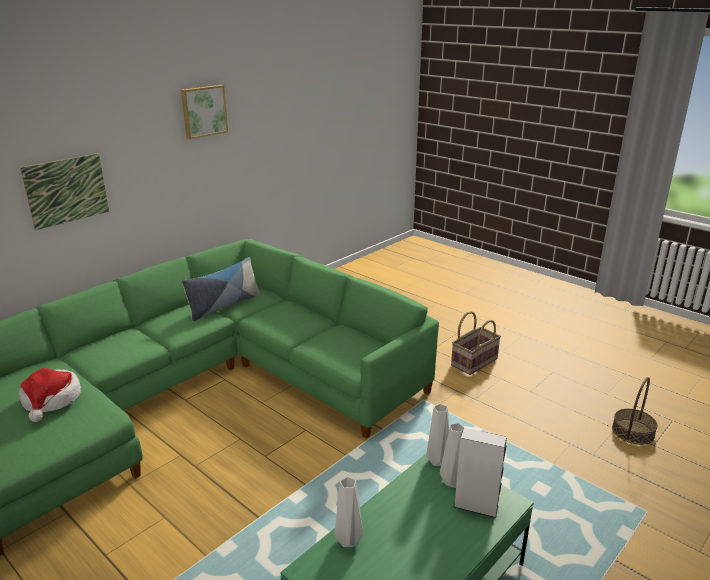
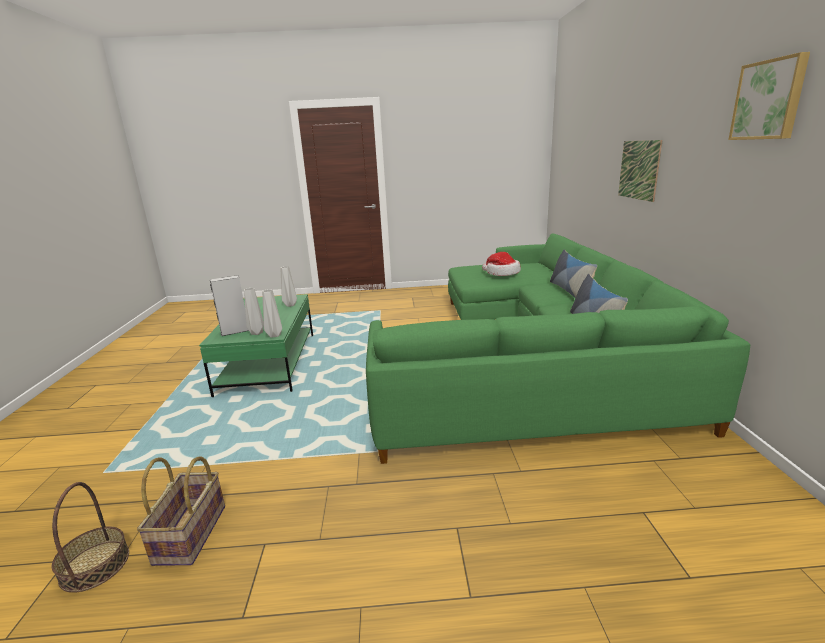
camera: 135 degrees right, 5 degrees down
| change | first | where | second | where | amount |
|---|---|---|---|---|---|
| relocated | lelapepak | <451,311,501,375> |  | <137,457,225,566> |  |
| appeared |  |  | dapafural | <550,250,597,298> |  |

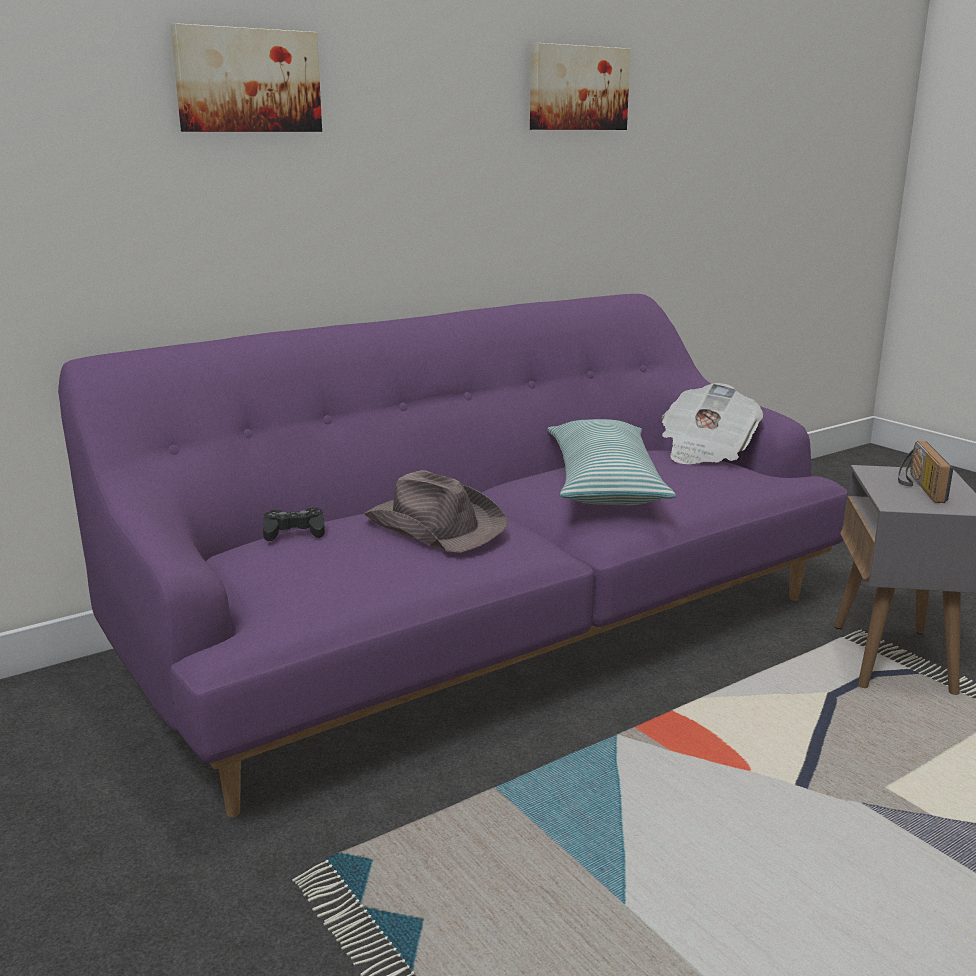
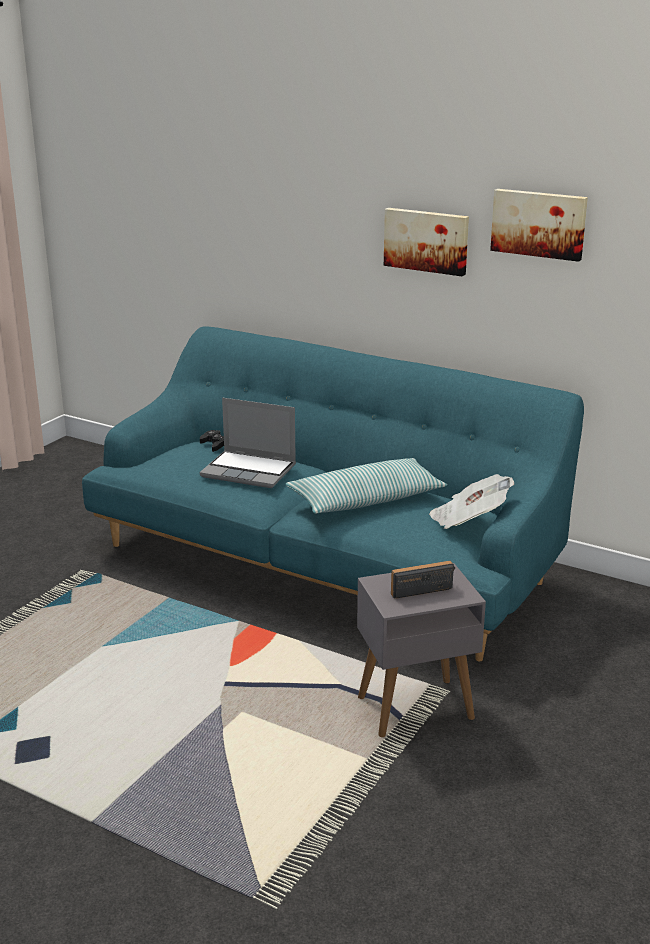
camera: 65 degrees right, 5 degrees up
| change | first | where | second | where | amount |
|---|---|---|---|---|---|
| colour | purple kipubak | <58,294,847,817> | turquoise kipubak | <82,326,584,661> |  |
| exchanged | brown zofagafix | <364,470,507,553> | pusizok | <200,397,296,488> |  |
| relocated | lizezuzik | <170,23,322,132> |  | <384,208,469,276> |  |

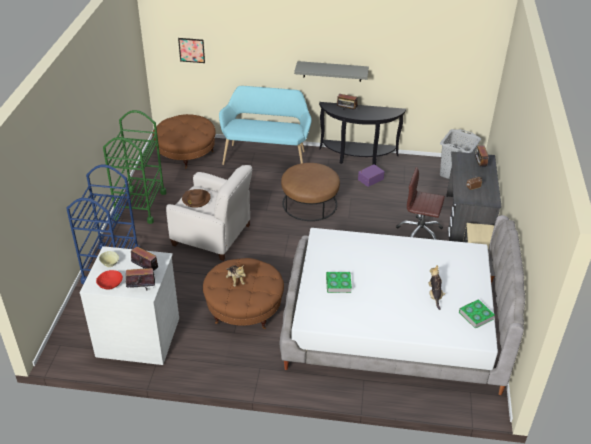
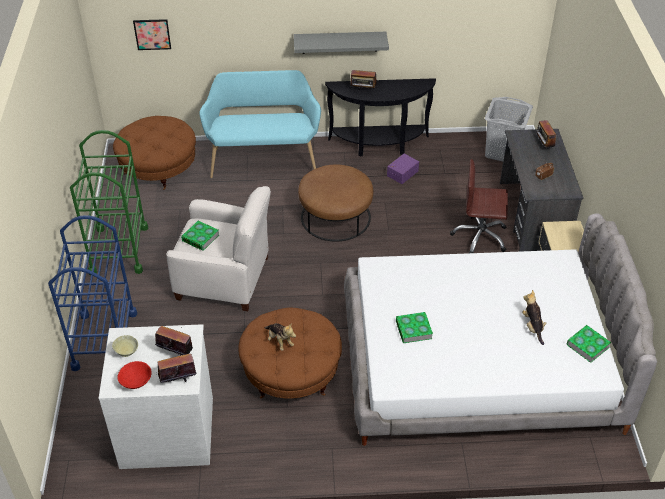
camera: 10 degrees left, 5 degrees up
| change | first | where | second | where | amount |
|---|---|---|---|---|---|
| exchanged | brown zofagafix | <182,189,211,208> | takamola | <181,221,219,251> |  |

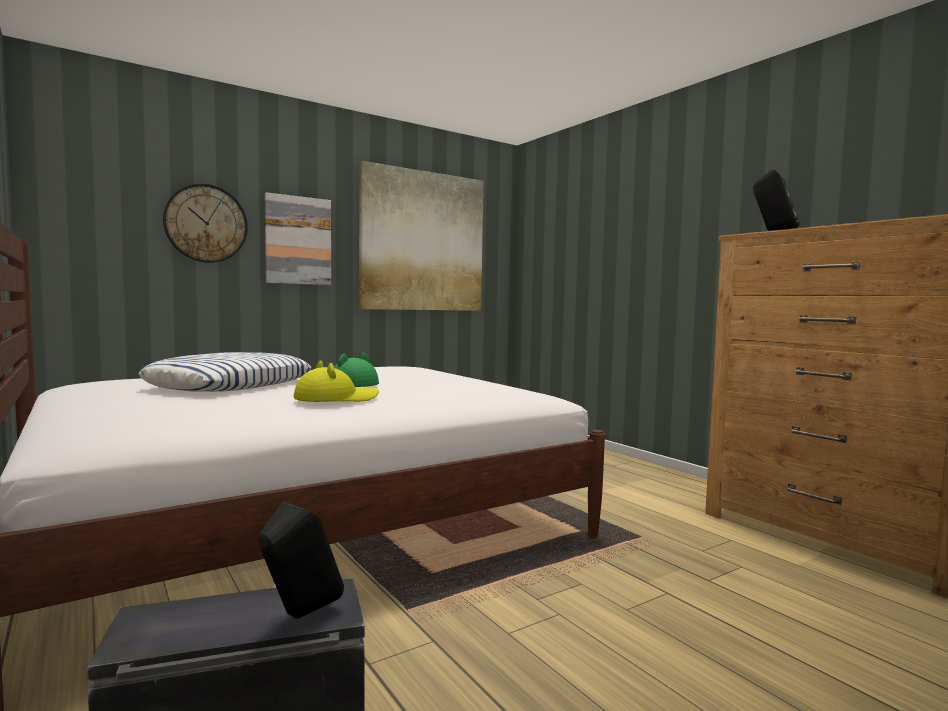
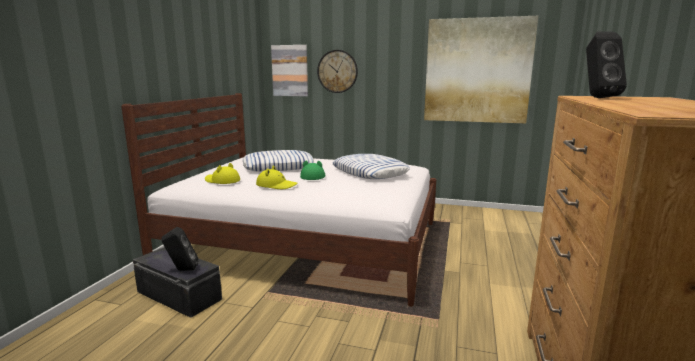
camera: 50 degrees right, 10 degrees up
| change | first | where | second | where | amount |
|---|---|---|---|---|---|
| appeared |  |  | yellow zofagafix | <205,163,240,184> |  |
| relocated | lizezuzik | <265,192,331,285> |  | <271,45,308,96> |  |
| appeared |  |  | dapafural | <332,154,410,179> |  |

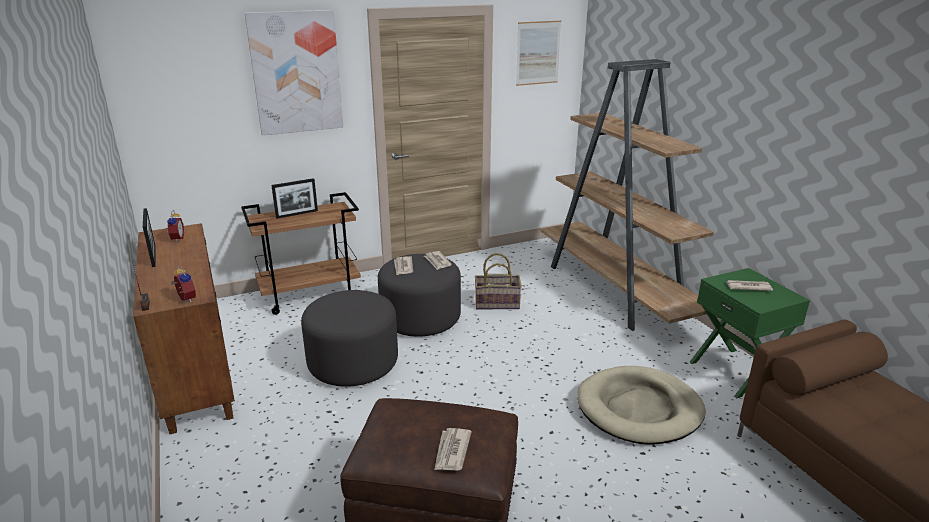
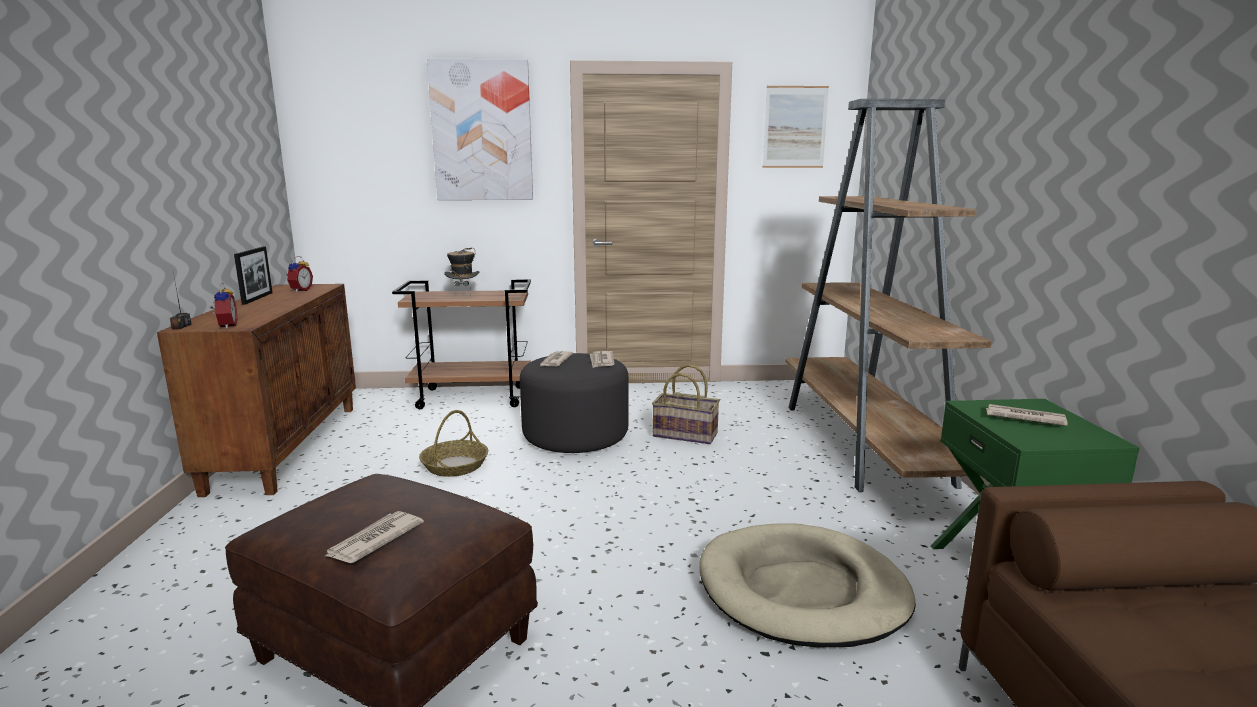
camera: 20 degrees right, 10 degrees down
| change | first | where | second | where | amount |
|---|---|---|---|---|---|
| exchanged | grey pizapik | <301,290,398,387> | lelapepak | <419,410,488,477> |  |
| exchanged | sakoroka | <271,178,318,219> | zofagafix | <444,247,479,296> |  |

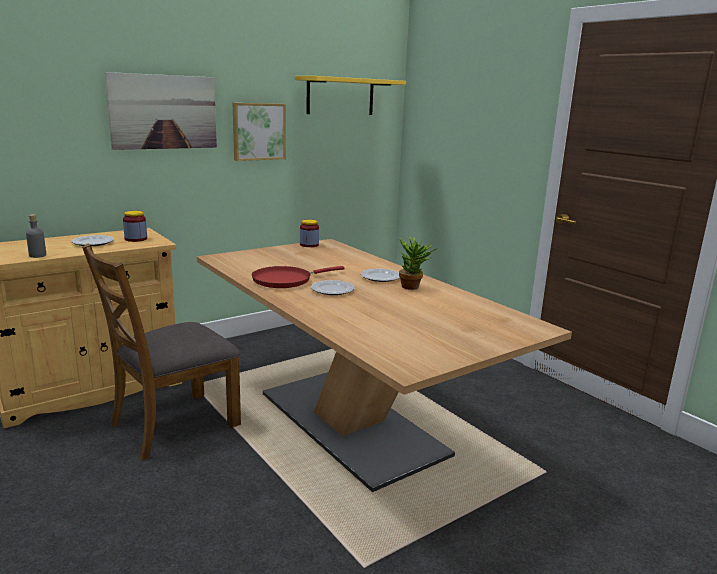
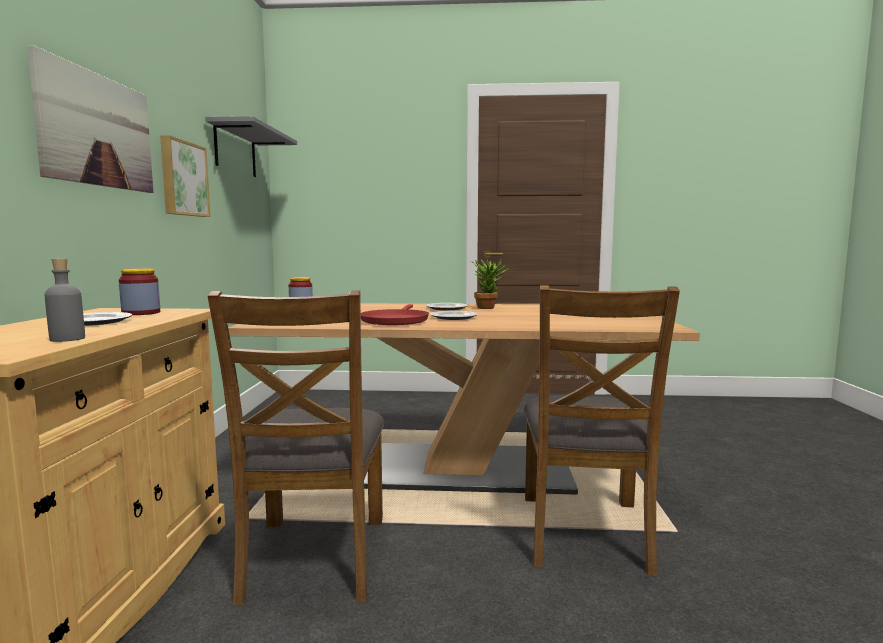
camera: 50 degrees left, 10 degrees down
| change | first | where | second | where | amount |
|---|---|---|---|---|---|
| colour | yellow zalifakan | <295,76,406,115> | grey zalifakan | <205,116,297,177> |  |
| appeared |  |  | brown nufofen | <524,285,680,575> |  |

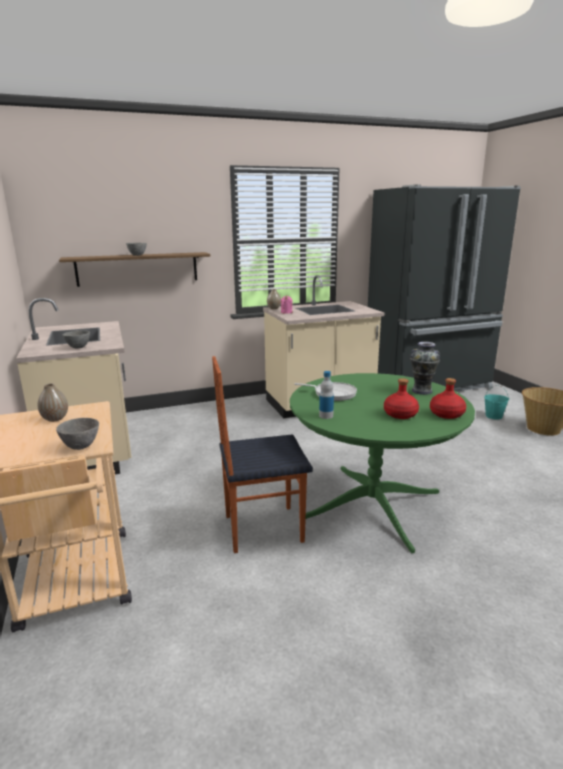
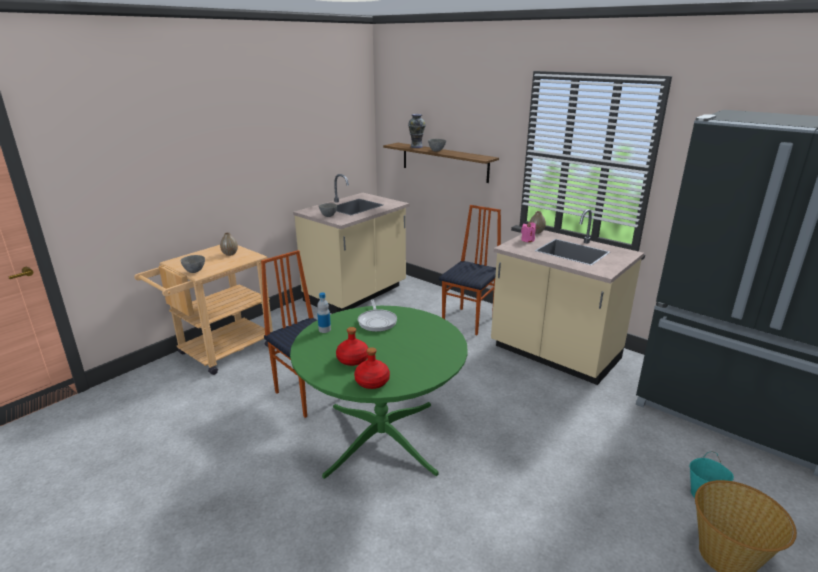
camera: 60 degrees right, 5 degrees up
| change | first | where | second | where | amount |
|---|---|---|---|---|---|
| relocated | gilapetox | <410,342,440,395> |  | <408,114,426,148> |  |
| appeared |  |  | nufofen | <439,205,501,335> |  |

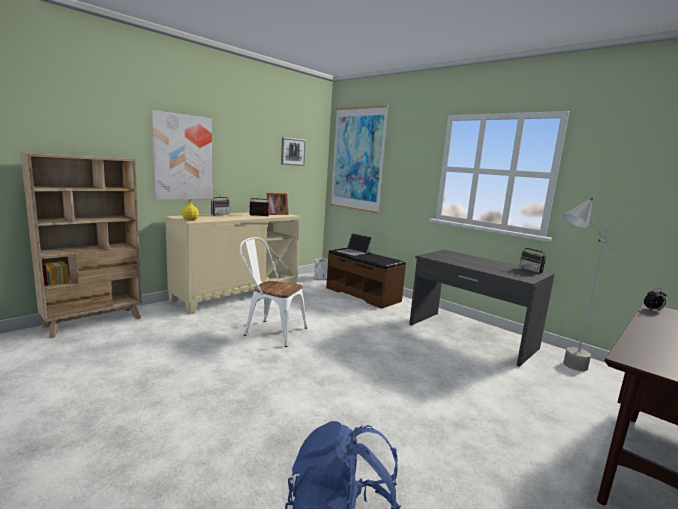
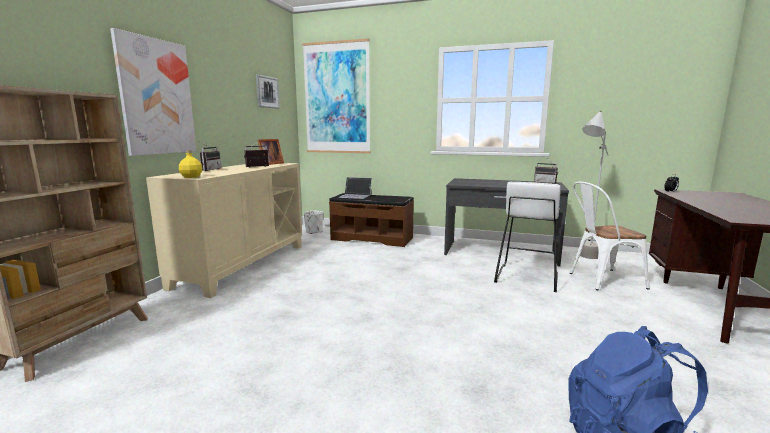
camera: 25 degrees left, 0 degrees up
| change | first | where | second | where | amount |
|---|---|---|---|---|---|
| appeared |  |  | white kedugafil | <494,182,561,292> |  |
| relocated | white nufofen | <239,237,307,347> |  | <569,182,650,290> |  |

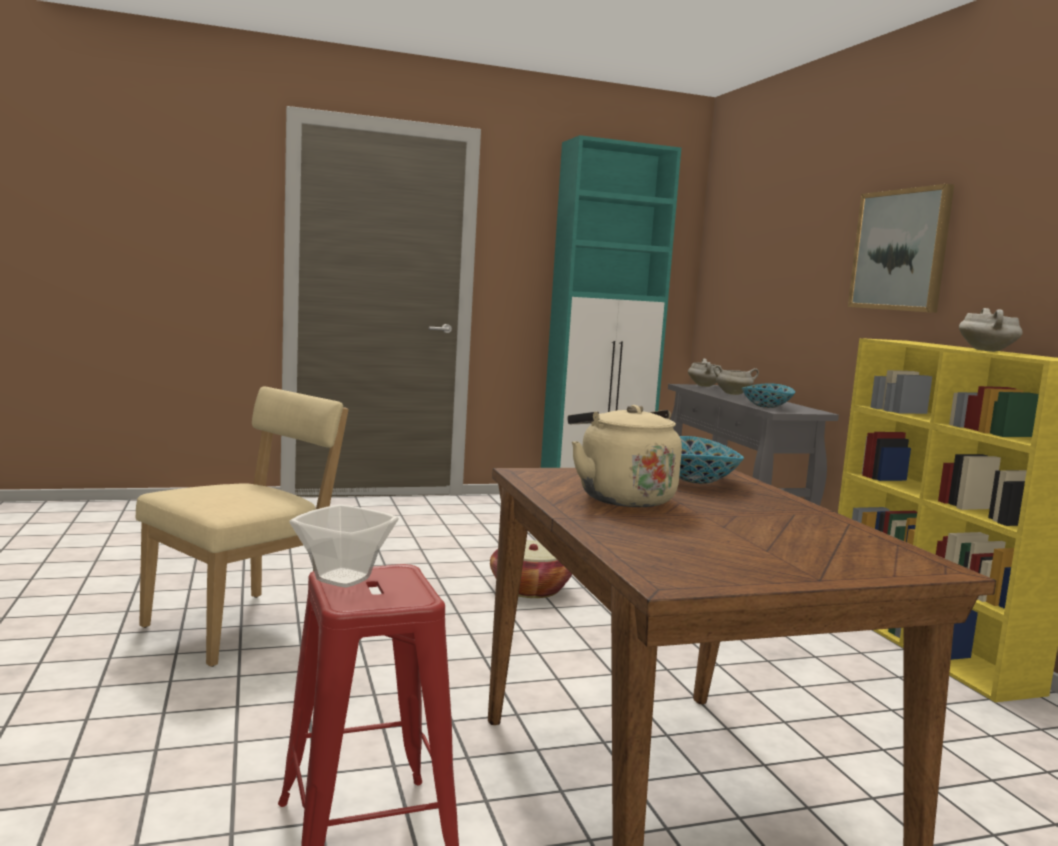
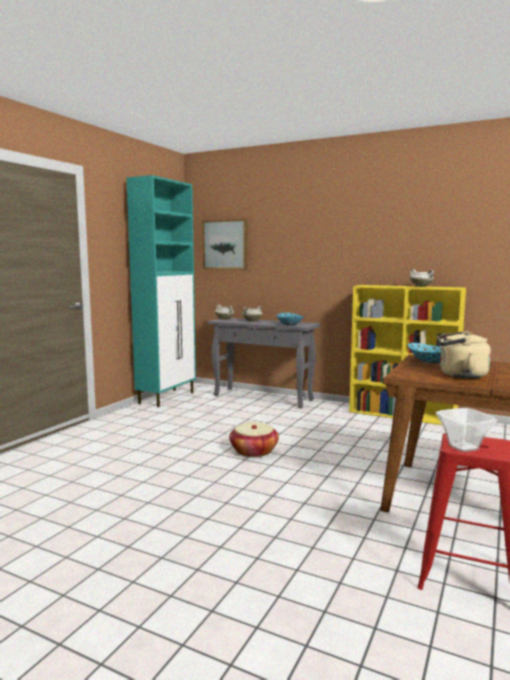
camera: 45 degrees left, 0 degrees up
| change | first | where | second | where | amount |
|---|---|---|---|---|---|
| relocated | lizezuzik | <848,184,954,313> |  | <202,219,247,270> |  |
| missing | beige nufofen | <135,386,349,667> |  |  |  |

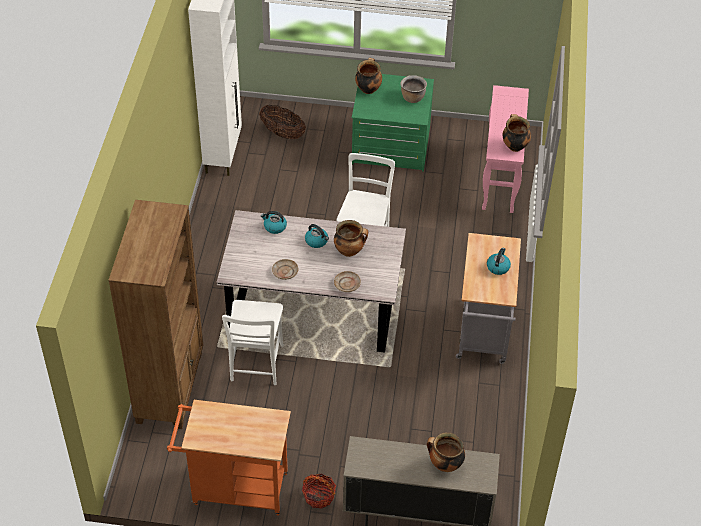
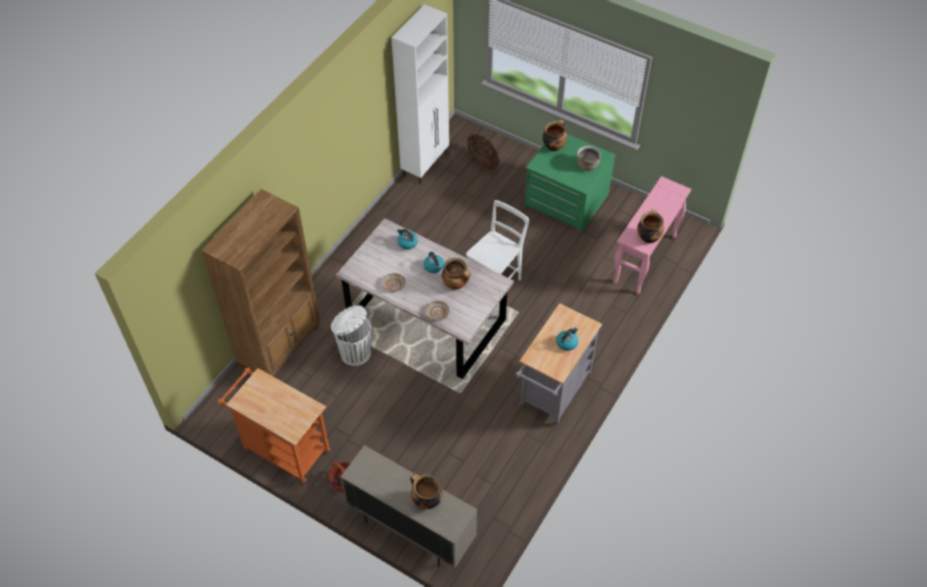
camera: 25 degrees right, 5 degrees up
| change | first | where | second | where | amount |
|---|---|---|---|---|---|
| exchanged | white nufofen | <222,300,284,385> | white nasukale | <331,305,371,366> |  |

